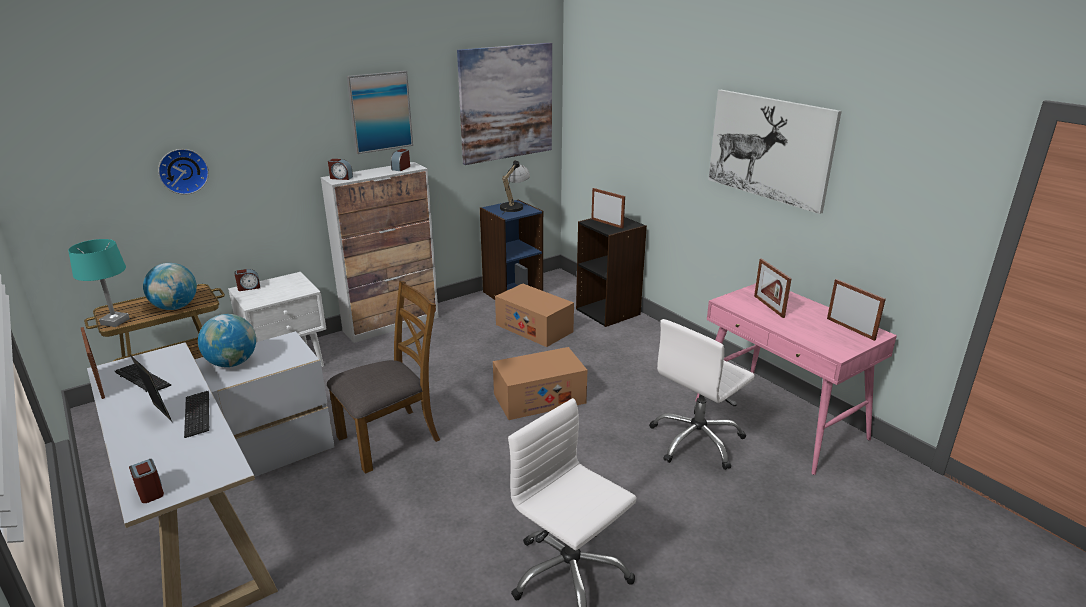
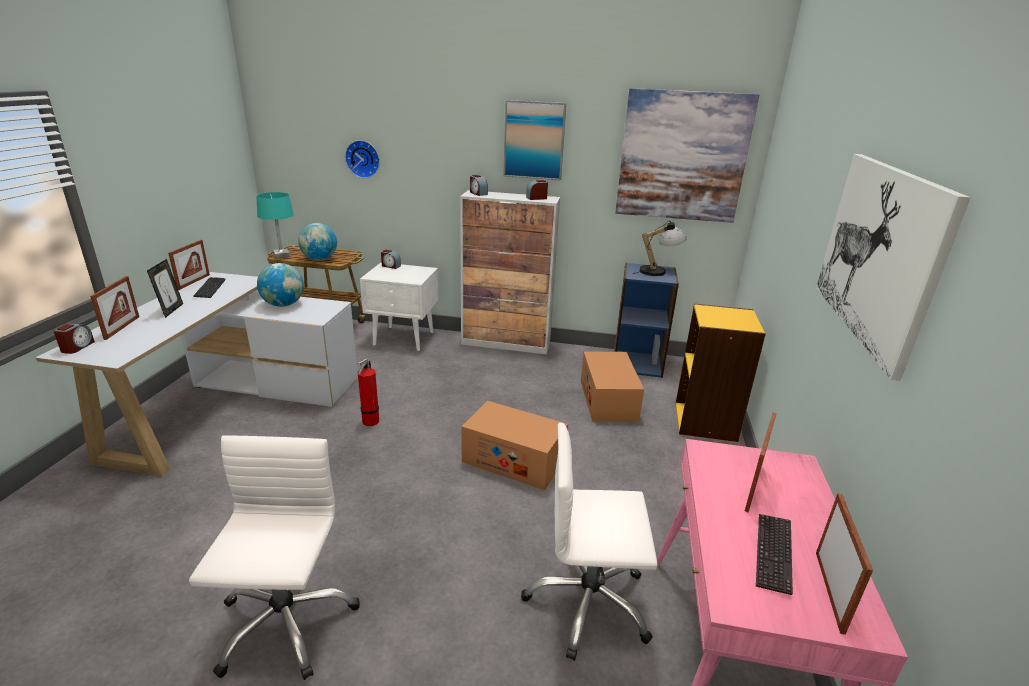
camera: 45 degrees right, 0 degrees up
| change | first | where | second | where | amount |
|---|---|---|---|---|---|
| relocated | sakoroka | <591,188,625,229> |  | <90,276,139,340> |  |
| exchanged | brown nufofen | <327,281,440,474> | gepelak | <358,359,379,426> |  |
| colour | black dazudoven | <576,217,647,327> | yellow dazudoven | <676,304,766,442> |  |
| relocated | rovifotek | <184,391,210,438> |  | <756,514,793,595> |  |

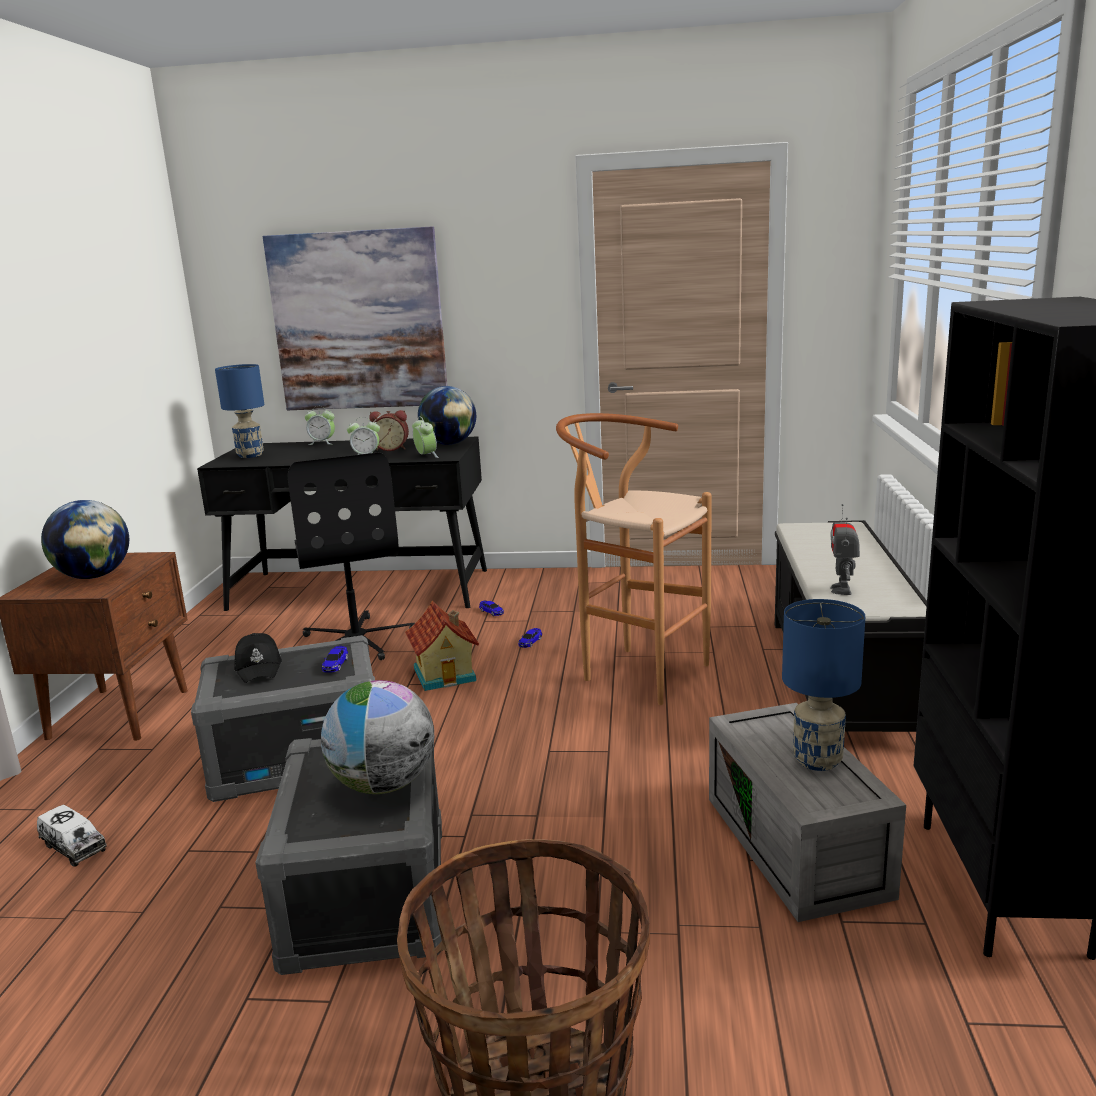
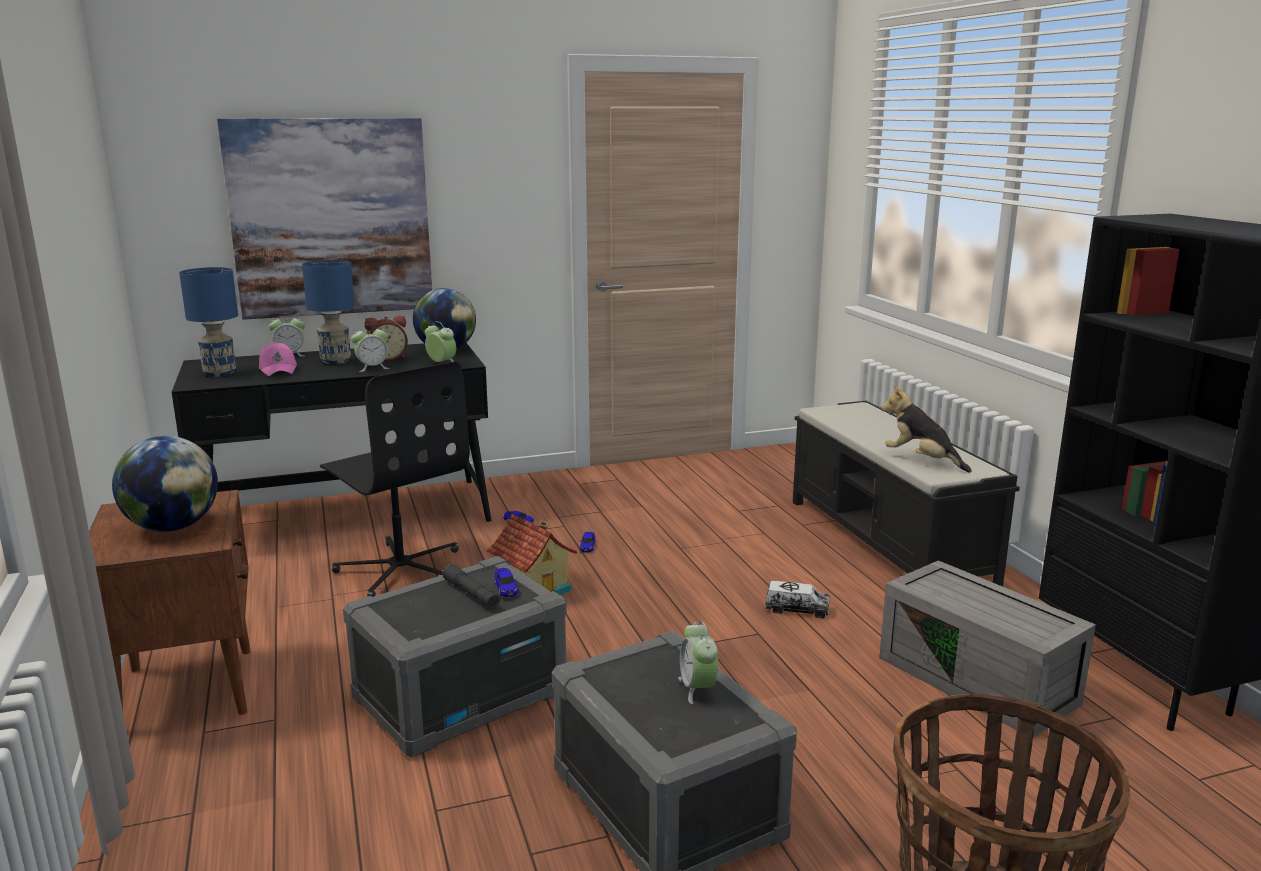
camera: 25 degrees left, 0 degrees up
| change | first | where | second | where | amount |
|---|---|---|---|---|---|
| appeared |  |  | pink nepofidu | <259,342,297,376> |  |
| relocated | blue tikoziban | <782,599,865,771> |  | <302,260,355,364> |  |
| appeared |  |  | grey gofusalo | <442,564,500,609> |  |
| exchanged | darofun | <321,680,434,794> | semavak | <678,621,718,704> |  |
| relocated | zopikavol | <37,805,107,867> |  | <765,581,830,619> |  |
| exchanged | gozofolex | <830,504,860,595> | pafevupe | <881,385,972,472> |  |
| missing | black nepofidu | <234,633,282,683> |  |  |  |
| missing | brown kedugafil | <556,413,712,705> |  |  |  |

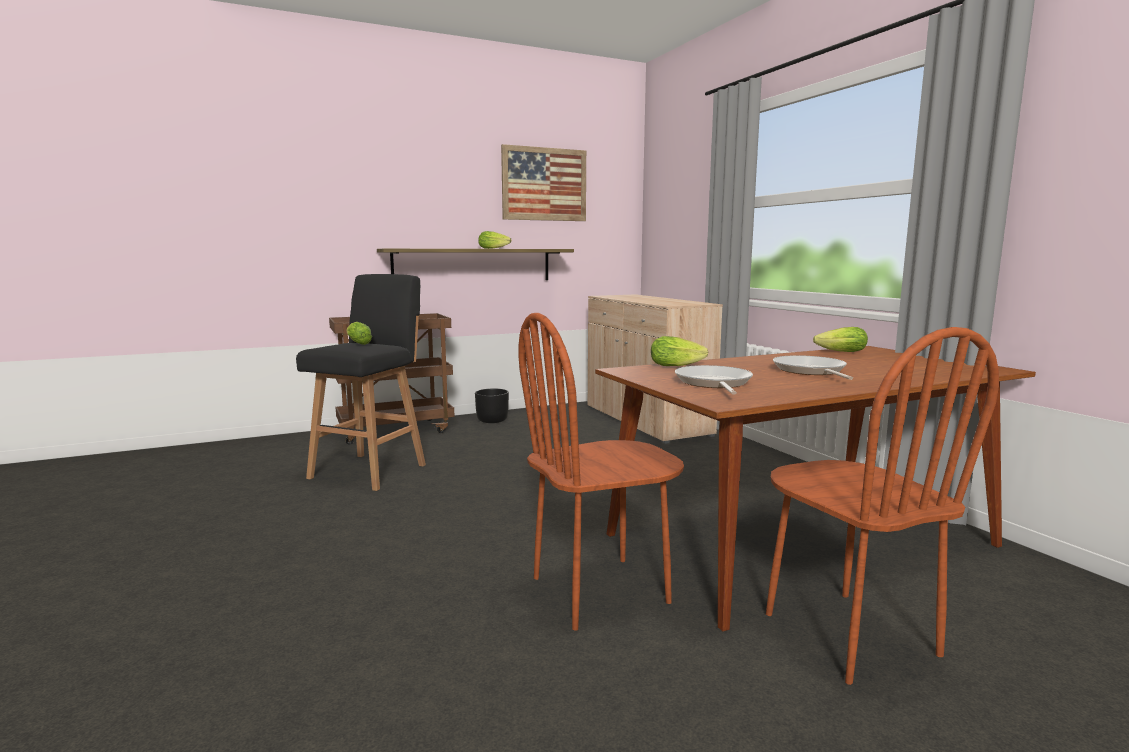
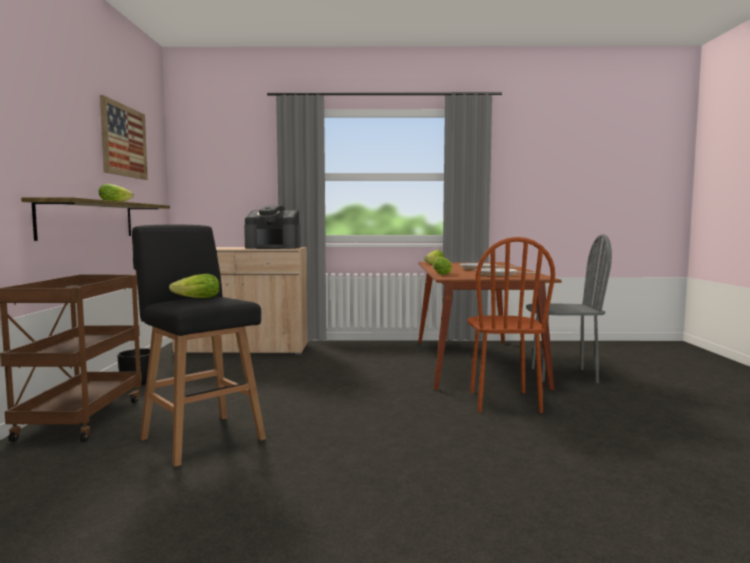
camera: 65 degrees left, 5 degrees down
| change | first | where | second | where | amount |
|---|---|---|---|---|---|
| appeared |  |  | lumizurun | <244,205,300,249> |  |
| colour | brown nufofen | <766,327,999,685> | grey nufofen | <526,234,612,383> |  |

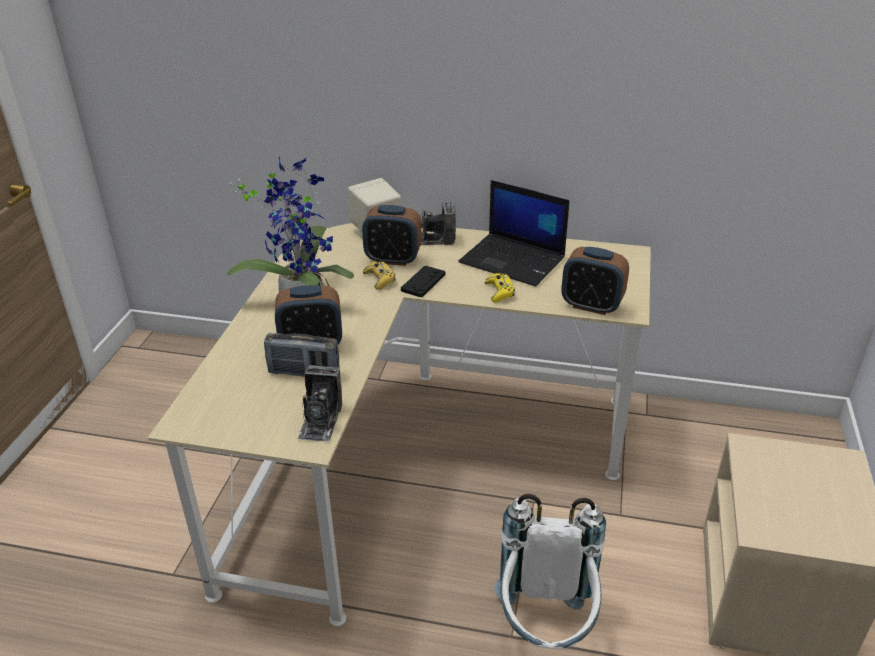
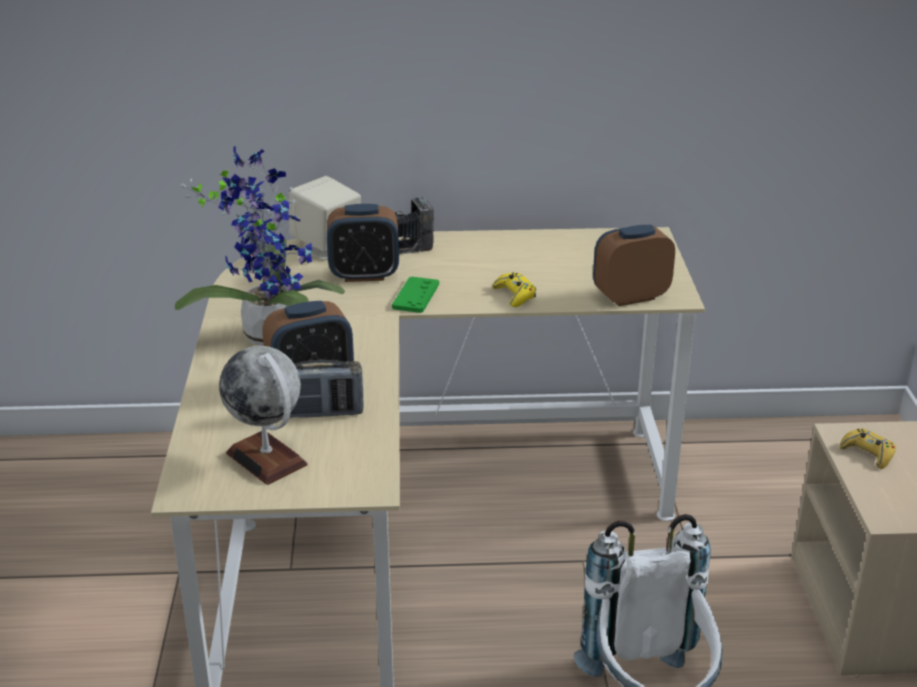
camera: 15 degrees left, 5 degrees down
| change | first | where | second | where | amount |
|---|---|---|---|---|---|
| appeared |  |  | darofun | <219,346,308,485> |  |
| colour | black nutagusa | <401,266,445,297> | green nutagusa | <392,277,439,313> |  |
| spun | semavak | <561,247,629,315> |  | <593,225,675,306> | 150 degrees clockwise |
| relocated | yellow nutagusa | <363,261,395,290> |  | <839,428,896,469> |  |
| missing | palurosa | <297,365,342,442> |  |  |  |
| missing | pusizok | <458,180,570,286> |  |  |  |

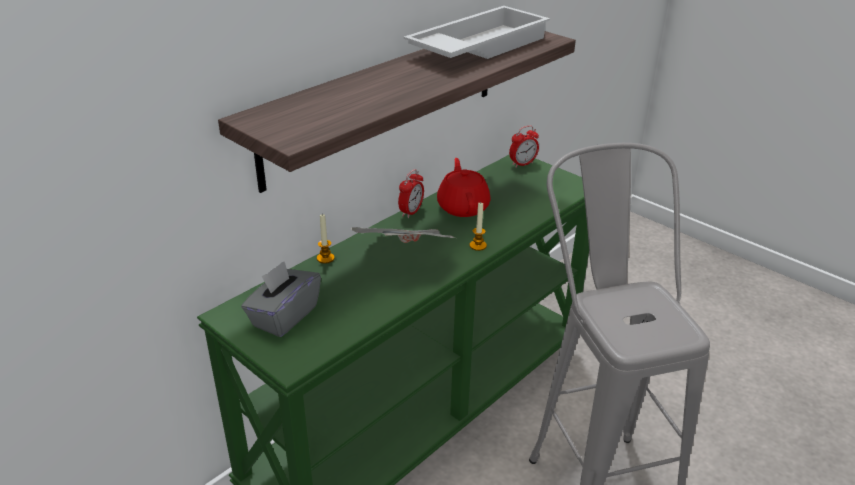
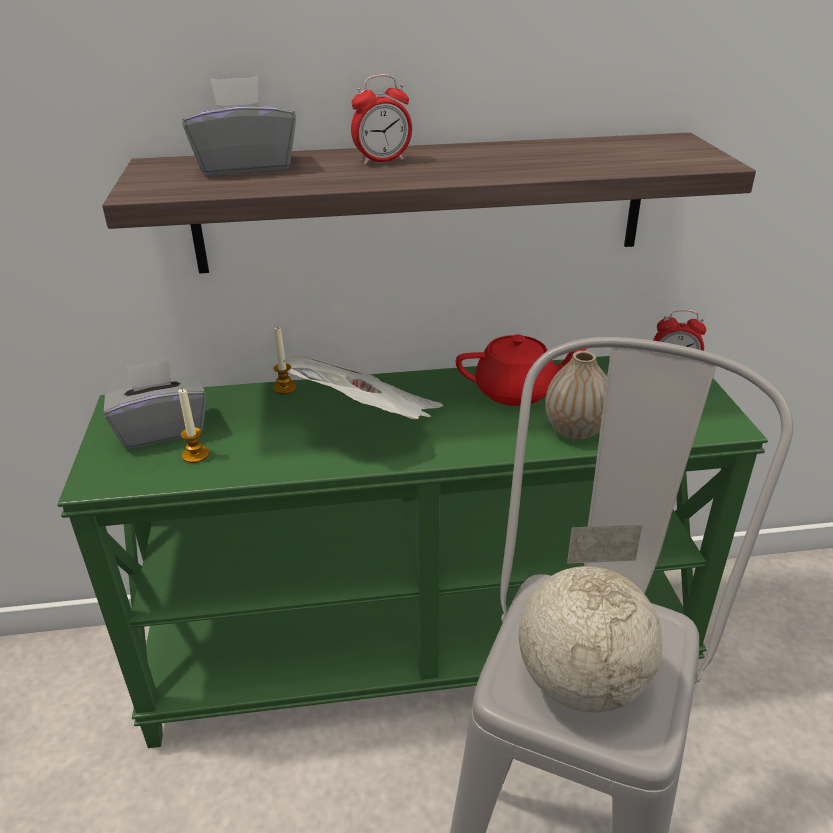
camera: 40 degrees right, 0 degrees up
| change | first | where | second | where | amount |
|---|---|---|---|---|---|
| relocated | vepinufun | <470,203,487,251> |  | <178,389,209,463> |  |
| appeared |  |  | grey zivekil | <182,76,296,175> |  |
| relocated | semavak | <398,169,424,218> |  | <351,74,412,165> |  |
| spun | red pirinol | <437,158,491,217> |  | <455,334,588,406> | 60 degrees clockwise |
| appeared |  |  | darofun | <519,525,663,713> |  |
| appeared |  |  | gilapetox | <545,351,607,440> |  |
| missing | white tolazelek | <404,6,550,59> |  |  |  |

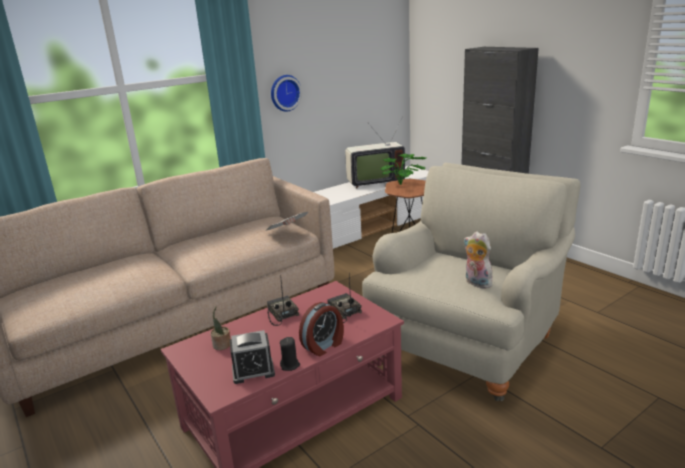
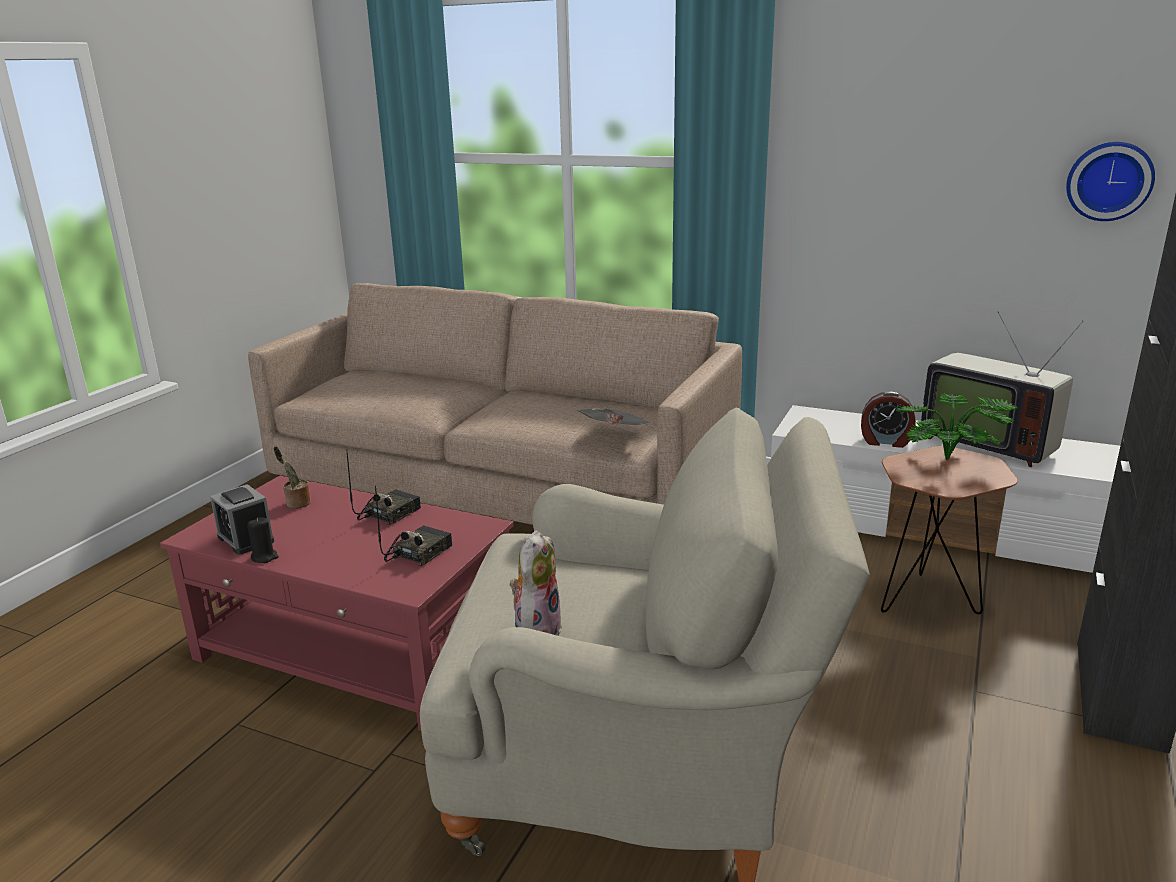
camera: 60 degrees right, 0 degrees up
| change | first | where | second | where | amount |
|---|---|---|---|---|---|
| relocated | semavak | <299,302,344,356> |  | <861,392,916,448> |  |
| relocated | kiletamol | <271,75,302,112> |  | <1066,142,1155,221> |  |

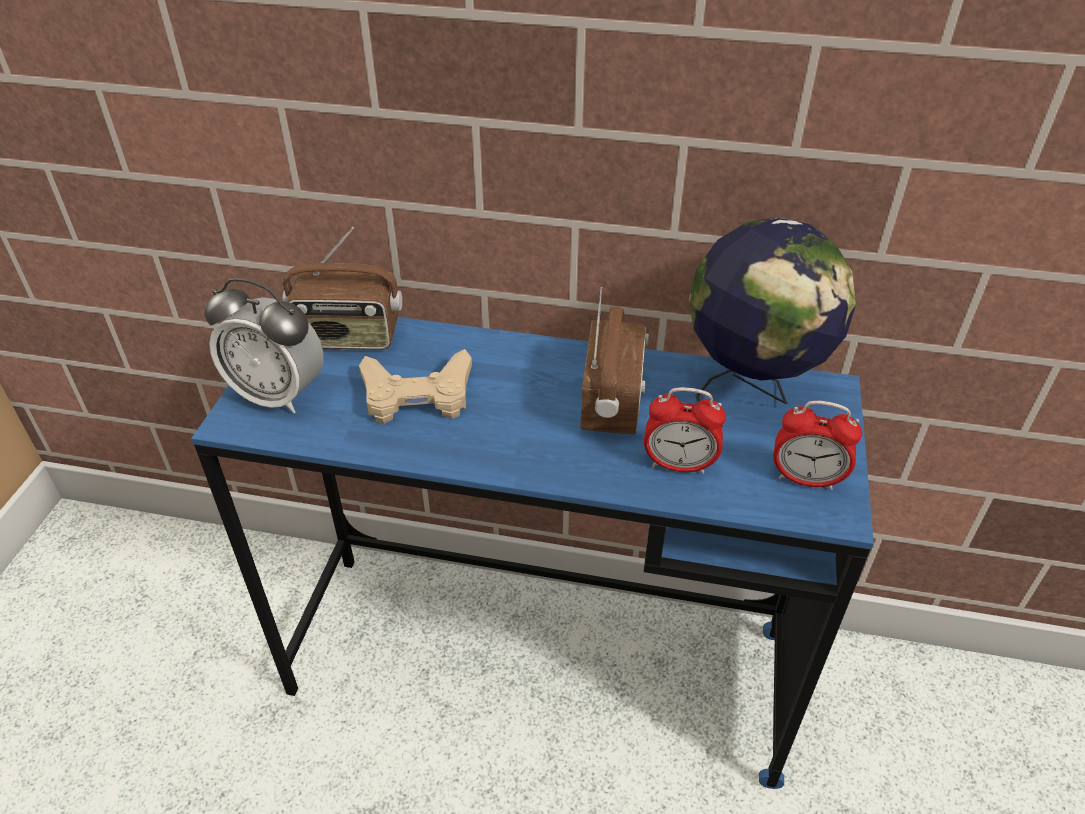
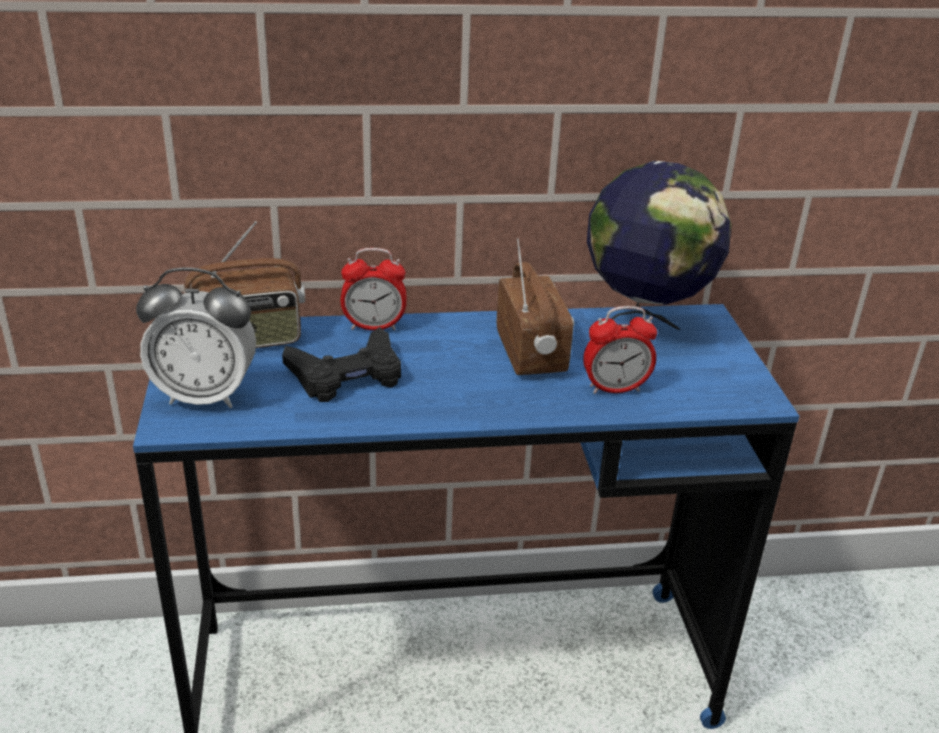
camera: 20 degrees left, 10 degrees down
| change | first | where | second | where | amount |
|---|---|---|---|---|---|
| colour | beige nutagusa | <359,349,472,424> | black nutagusa | <282,327,401,402> |  |
| relocated | semavak | <773,400,862,490> |  | <341,248,406,330> |  |

